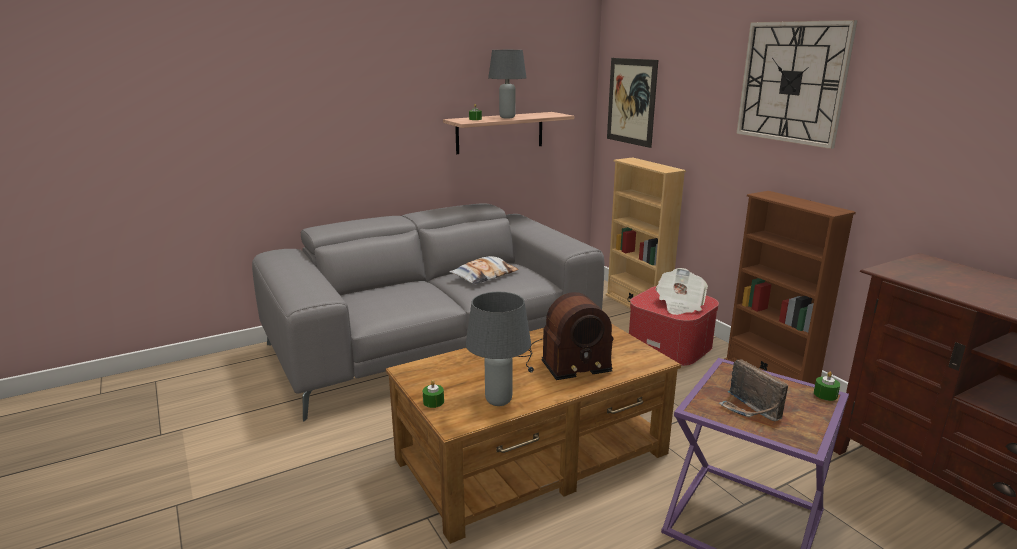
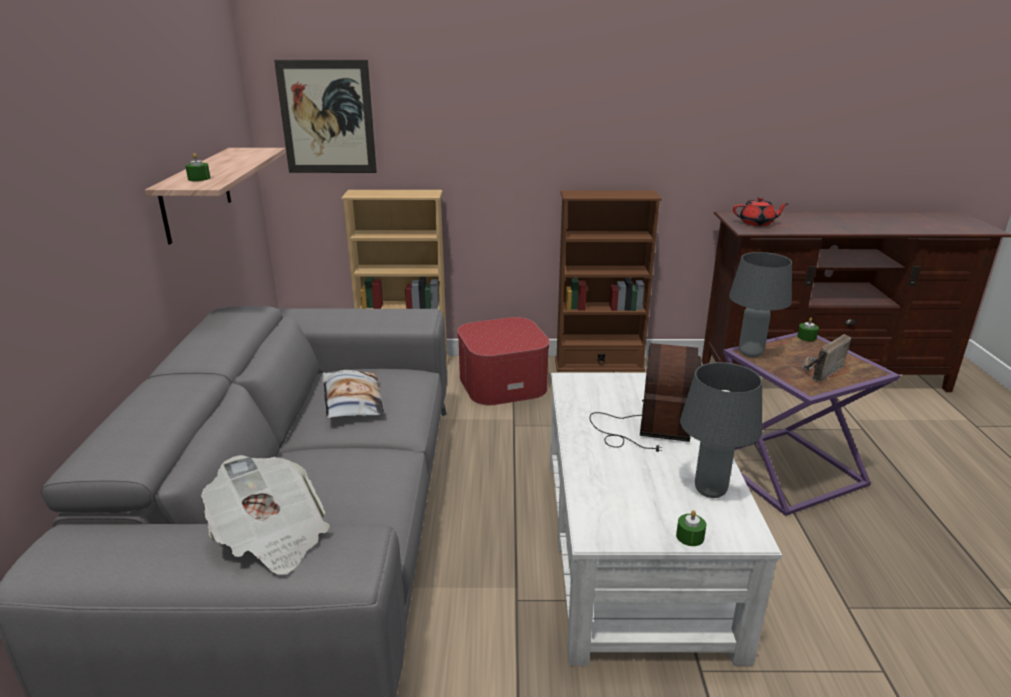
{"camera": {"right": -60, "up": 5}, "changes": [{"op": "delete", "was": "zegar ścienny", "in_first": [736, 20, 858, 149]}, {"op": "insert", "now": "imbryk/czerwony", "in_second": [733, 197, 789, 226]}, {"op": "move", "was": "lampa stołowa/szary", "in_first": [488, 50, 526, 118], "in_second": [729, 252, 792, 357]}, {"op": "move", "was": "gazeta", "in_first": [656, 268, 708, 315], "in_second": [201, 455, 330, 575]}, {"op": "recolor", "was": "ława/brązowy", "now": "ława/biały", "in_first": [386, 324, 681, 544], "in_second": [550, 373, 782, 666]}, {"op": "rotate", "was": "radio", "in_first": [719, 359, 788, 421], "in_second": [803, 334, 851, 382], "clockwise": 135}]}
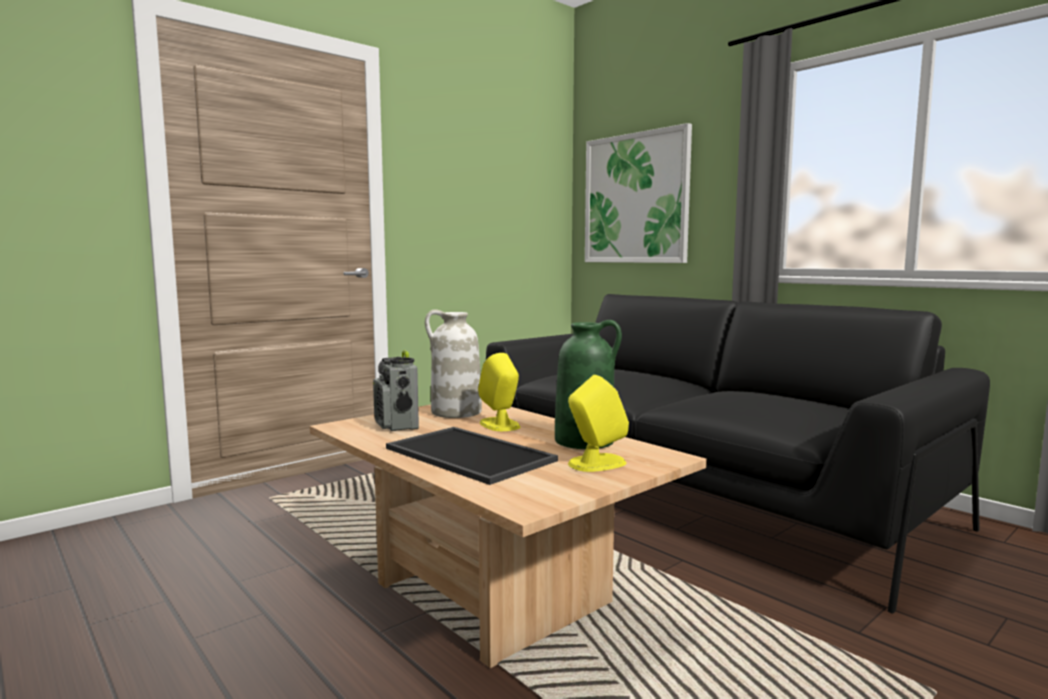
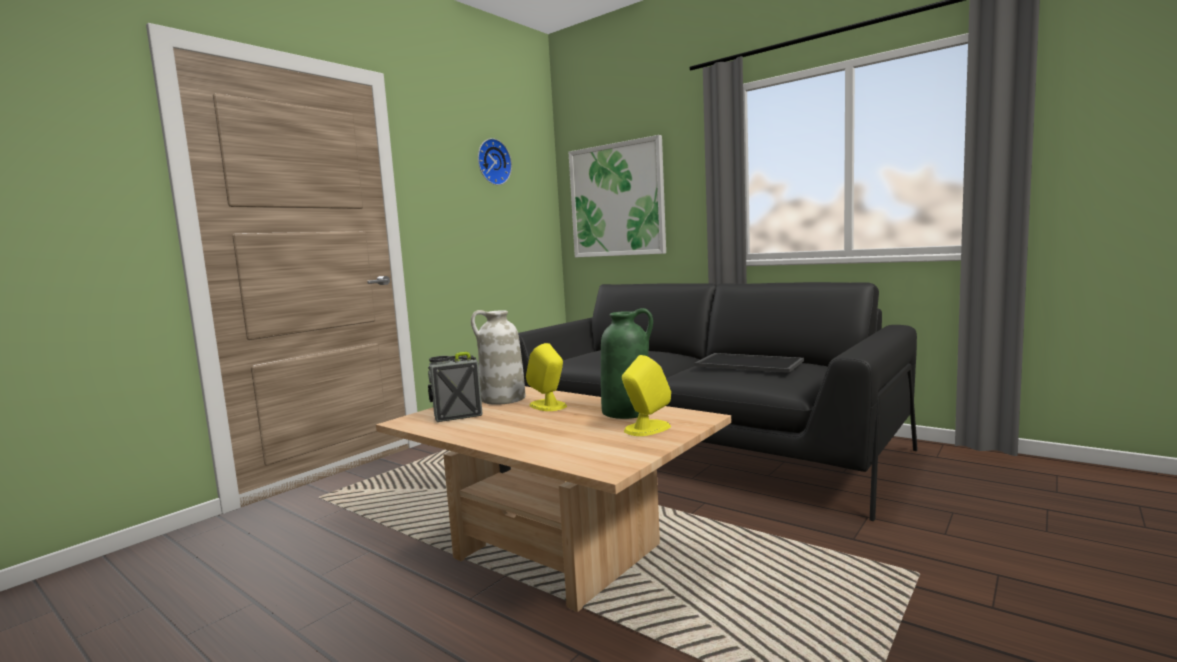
{"camera": {"right": -10, "up": 0}, "changes": [{"op": "insert", "now": "zegar ścienny", "in_second": [478, 138, 512, 185]}, {"op": "move", "was": "taca", "in_first": [386, 427, 558, 485], "in_second": [694, 353, 804, 373]}, {"op": "rotate", "was": "radio", "in_first": [373, 350, 419, 431], "in_second": [428, 352, 483, 422], "clockwise": 105}]}
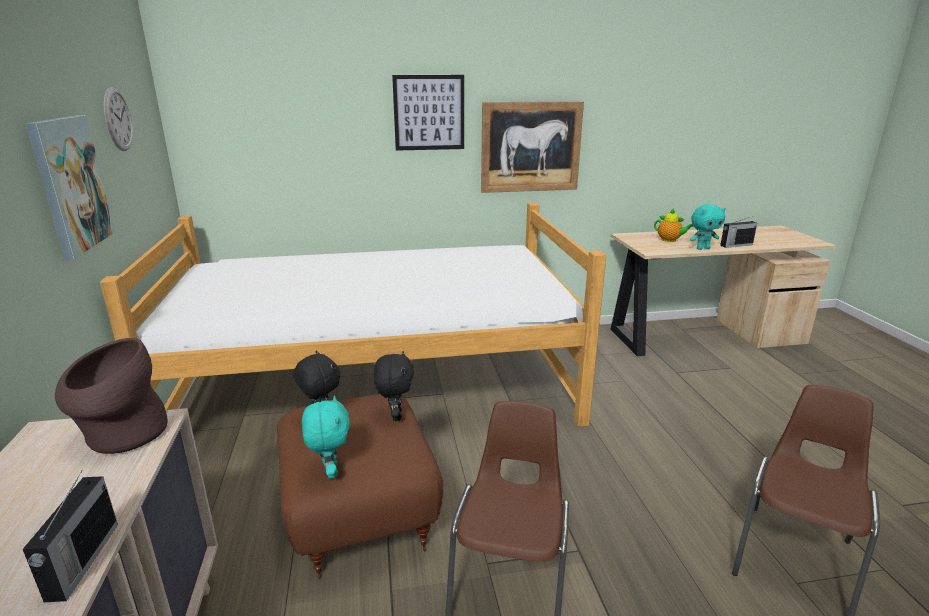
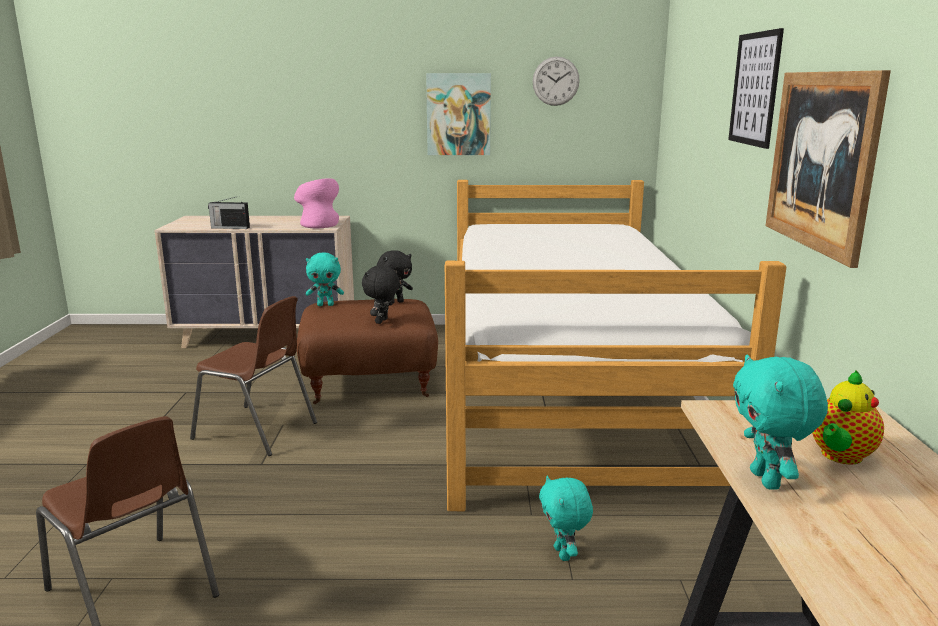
{"camera": {"right": 100, "up": -5}, "changes": [{"op": "delete", "was": "radio", "in_first": [720, 217, 757, 248]}, {"op": "insert", "now": "pluszak/turkusowy", "in_second": [539, 476, 593, 561]}, {"op": "recolor", "was": "wazon/brązowy", "now": "wazon/różowy", "in_first": [55, 338, 168, 454], "in_second": [294, 178, 339, 229]}, {"op": "rotate", "was": "pluszak/czarny", "in_first": [374, 351, 414, 421], "in_second": [362, 265, 400, 324], "clockwise": 105}]}
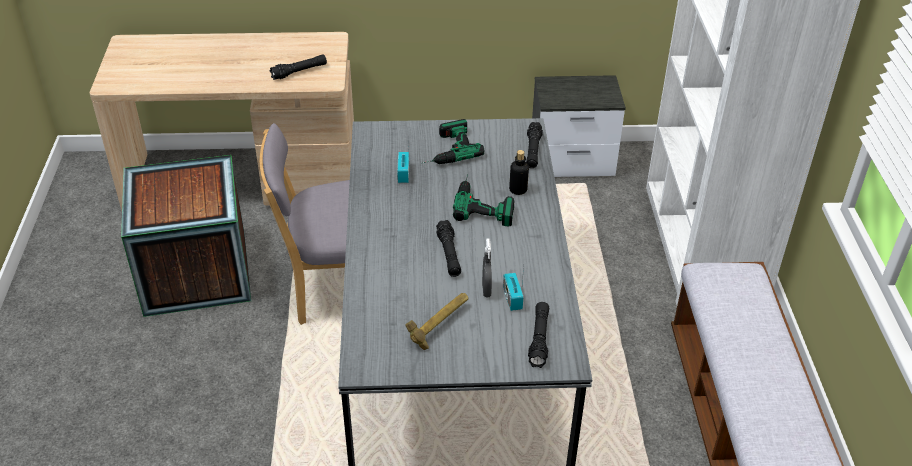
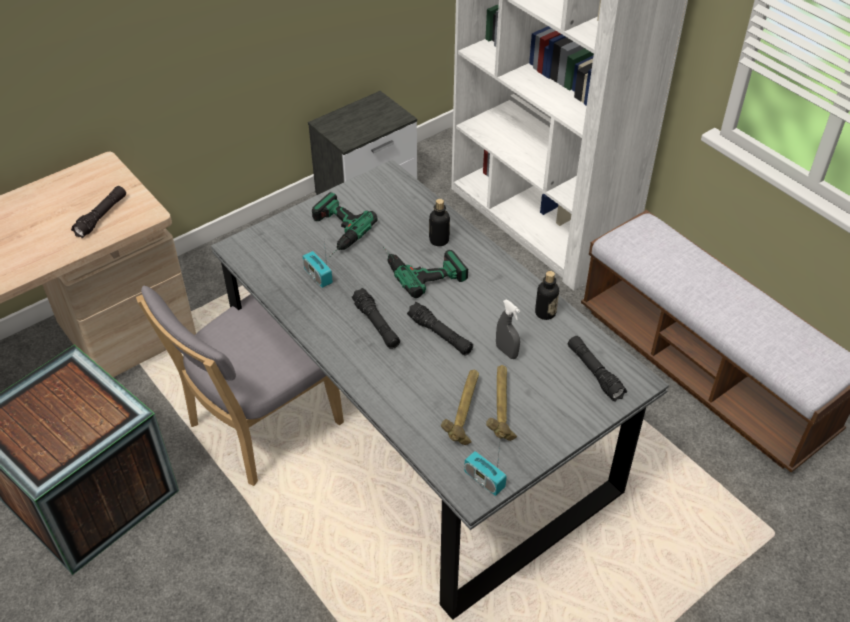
{"camera": {"right": -35, "up": 5}, "changes": [{"op": "insert", "now": "młotek", "in_second": [441, 370, 479, 445]}, {"op": "insert", "now": "butelka", "in_second": [535, 271, 559, 320]}, {"op": "move", "was": "radio", "in_first": [503, 266, 524, 311], "in_second": [464, 444, 507, 496]}, {"op": "move", "was": "latarka/czarny", "in_first": [526, 122, 543, 168], "in_second": [352, 288, 400, 349]}]}
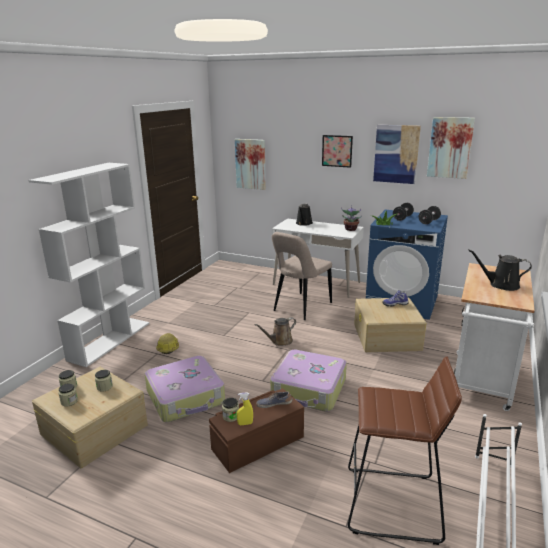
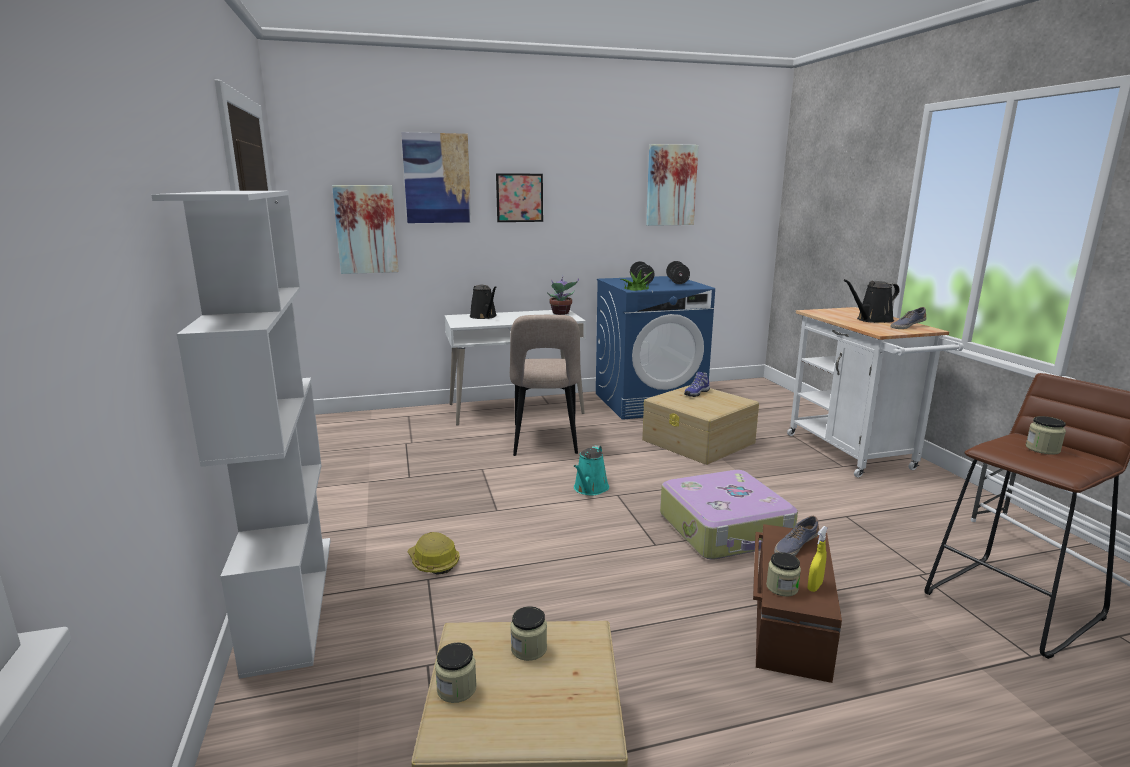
{"camera": {"right": -40, "up": -5}, "changes": [{"op": "delete", "was": "walizka", "in_first": [145, 356, 225, 422]}, {"op": "insert", "now": "but", "in_second": [890, 307, 926, 329]}, {"op": "move", "was": "słoik", "in_first": [58, 383, 78, 406], "in_second": [1026, 416, 1066, 455]}, {"op": "move", "was": "obraz", "in_first": [373, 125, 421, 184], "in_second": [401, 132, 471, 223]}, {"op": "recolor", "was": "konewka/brązowy", "now": "konewka/turkusowy", "in_first": [254, 317, 296, 346], "in_second": [574, 445, 609, 495]}]}
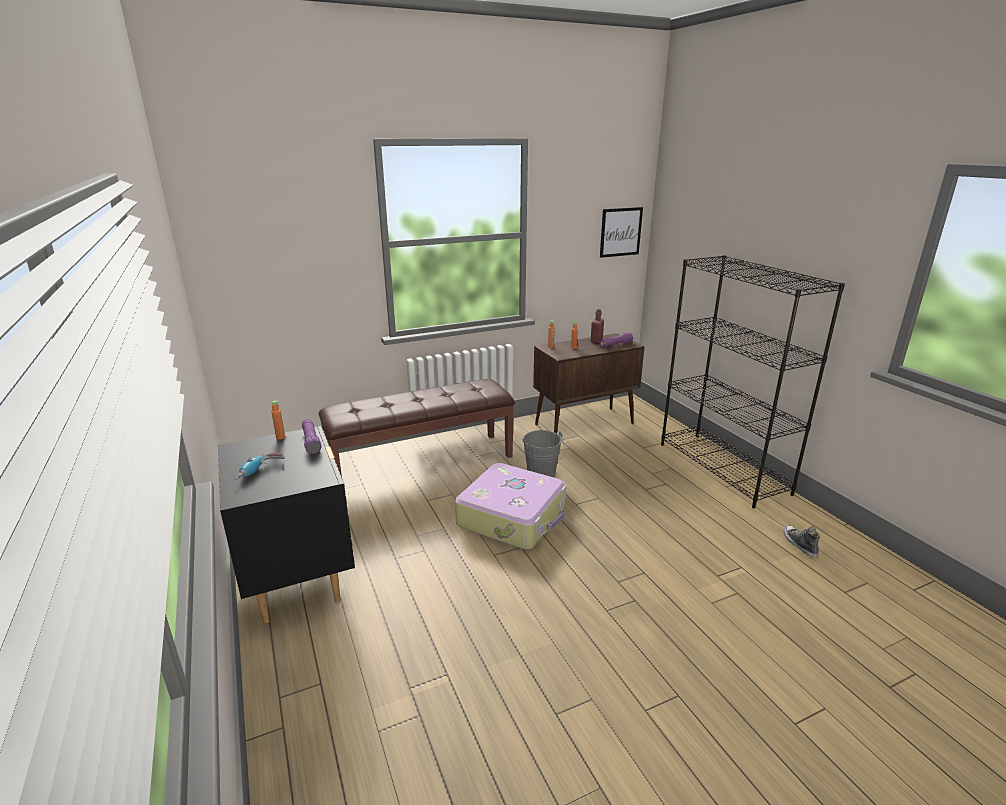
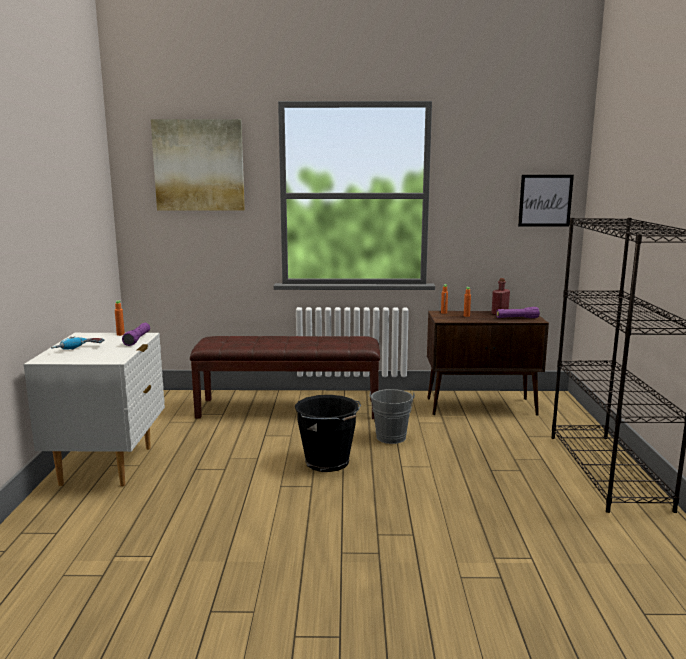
{"camera": {"right": 25, "up": -10}, "changes": [{"op": "delete", "was": "but", "in_first": [784, 525, 820, 557]}, {"op": "insert", "now": "obraz", "in_second": [151, 119, 245, 211]}, {"op": "replace", "was": "walizka", "now": "wiadro/czarny", "in_first": [455, 463, 566, 549], "in_second": [295, 395, 361, 472]}, {"op": "recolor", "was": "szafka nocna/czarny", "now": "szafka nocna/biały", "in_first": [218, 426, 355, 623], "in_second": [24, 333, 165, 486]}]}
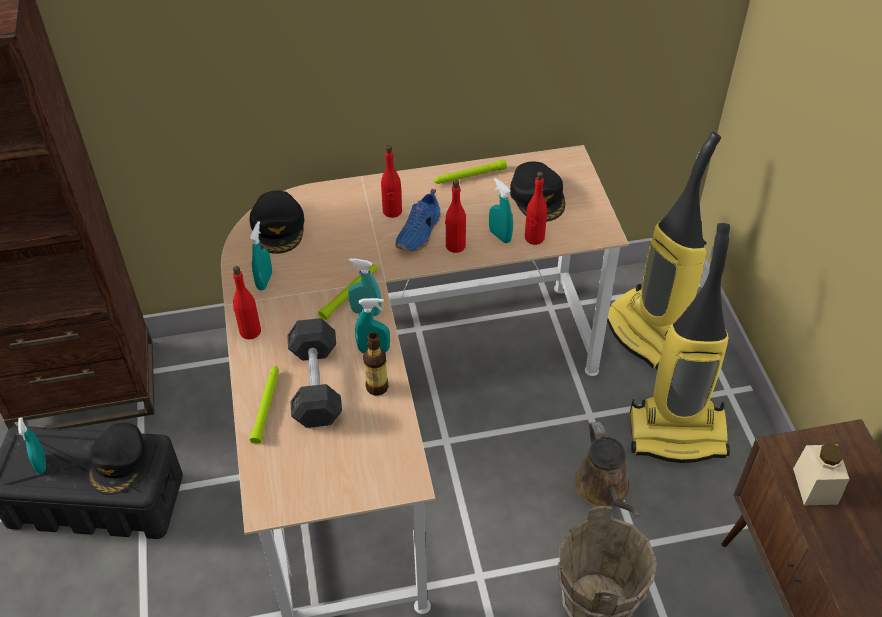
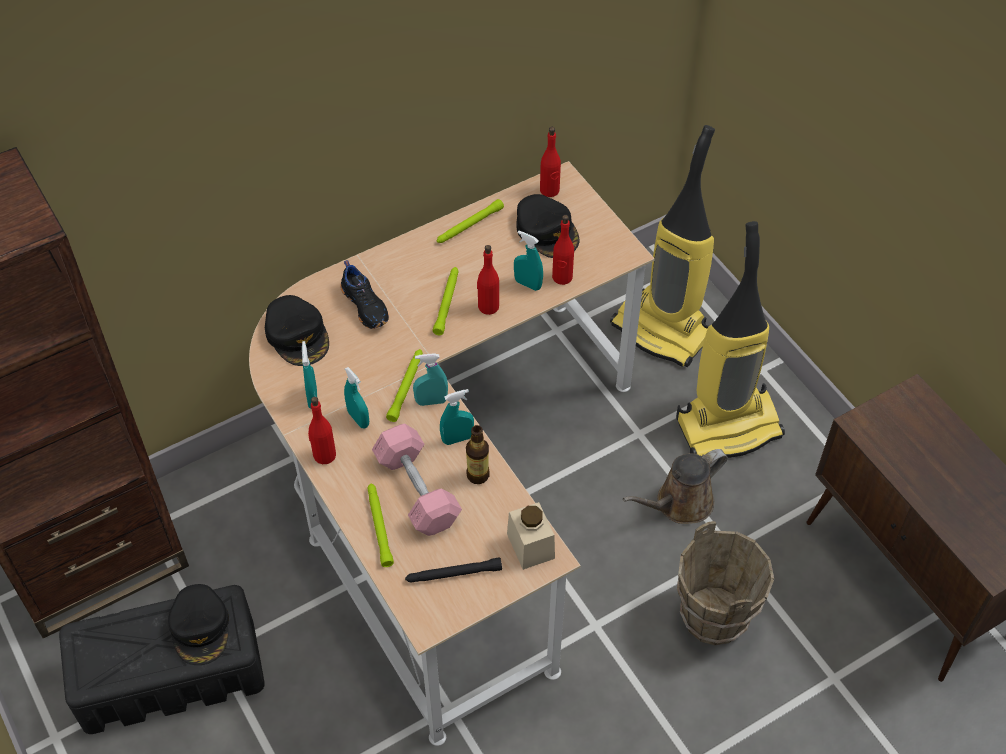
{"camera": {"right": -20, "up": 5}, "changes": [{"op": "insert", "now": "but/czarny", "in_second": [340, 260, 389, 329]}, {"op": "insert", "now": "latarka/czarny", "in_second": [405, 558, 502, 583]}, {"op": "move", "was": "spryskiwacz/turkusowy", "in_first": [18, 417, 46, 474], "in_second": [344, 367, 369, 429]}, {"op": "move", "was": "butelka/czerwony", "in_first": [381, 145, 402, 218], "in_second": [540, 127, 561, 197]}, {"op": "move", "was": "słoik/beżowy", "in_first": [793, 443, 849, 505], "in_second": [507, 502, 555, 570]}, {"op": "replace", "was": "but/niebieski", "now": "latarka/zielony", "in_first": [395, 188, 441, 251], "in_second": [433, 267, 459, 335]}, {"op": "recolor", "was": "hantel/szary", "now": "hantel/różowy", "in_first": [287, 318, 342, 428], "in_second": [372, 423, 462, 536]}, {"op": "rotate", "was": "konewka/brązowy", "in_first": [574, 421, 639, 517], "in_second": [623, 449, 728, 524], "clockwise": 90}]}
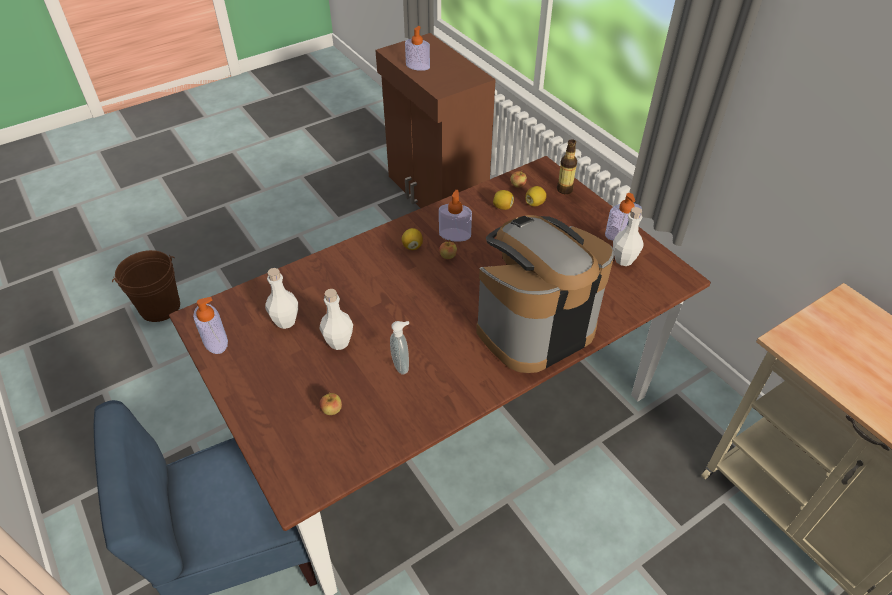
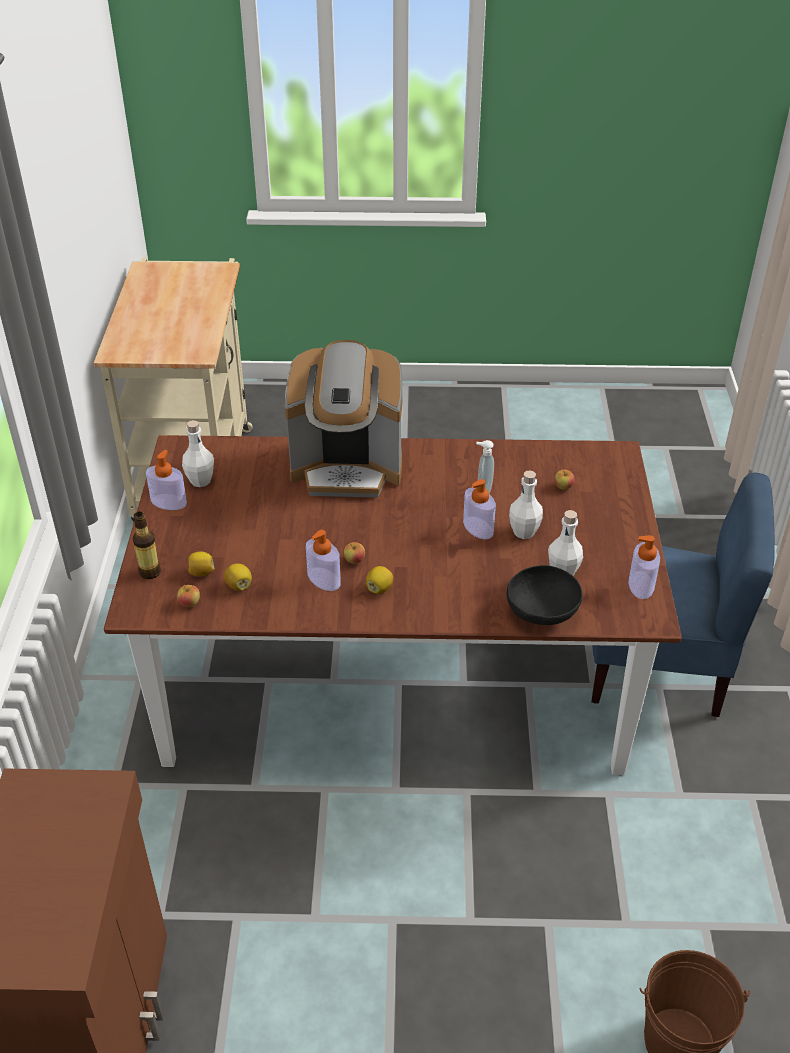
{"camera": {"right": -145, "up": -5}, "changes": [{"op": "insert", "now": "miska/czarny", "in_second": [507, 565, 583, 625]}, {"op": "move", "was": "dozownik mydła", "in_first": [405, 26, 430, 71], "in_second": [463, 479, 496, 539]}]}
